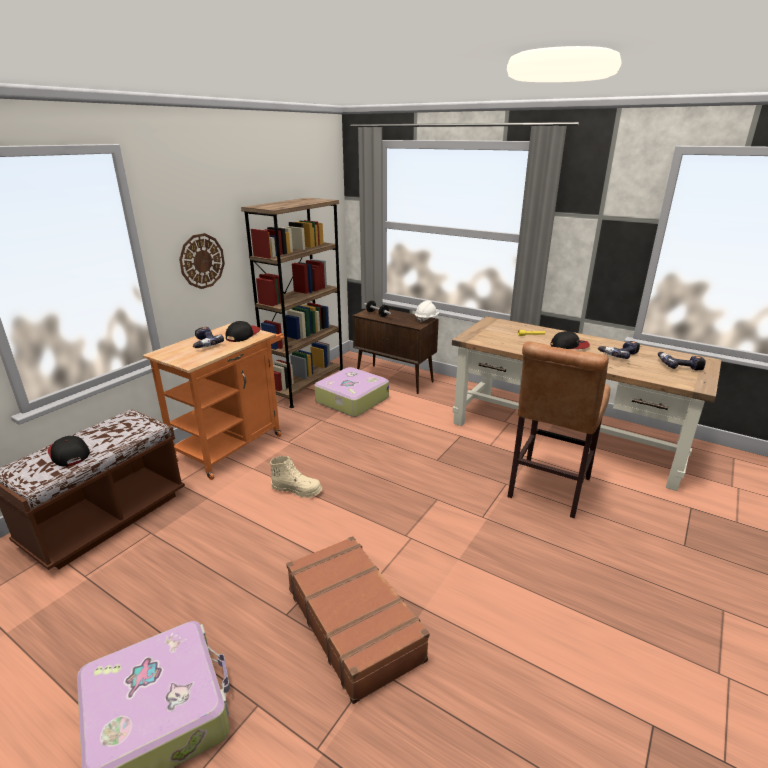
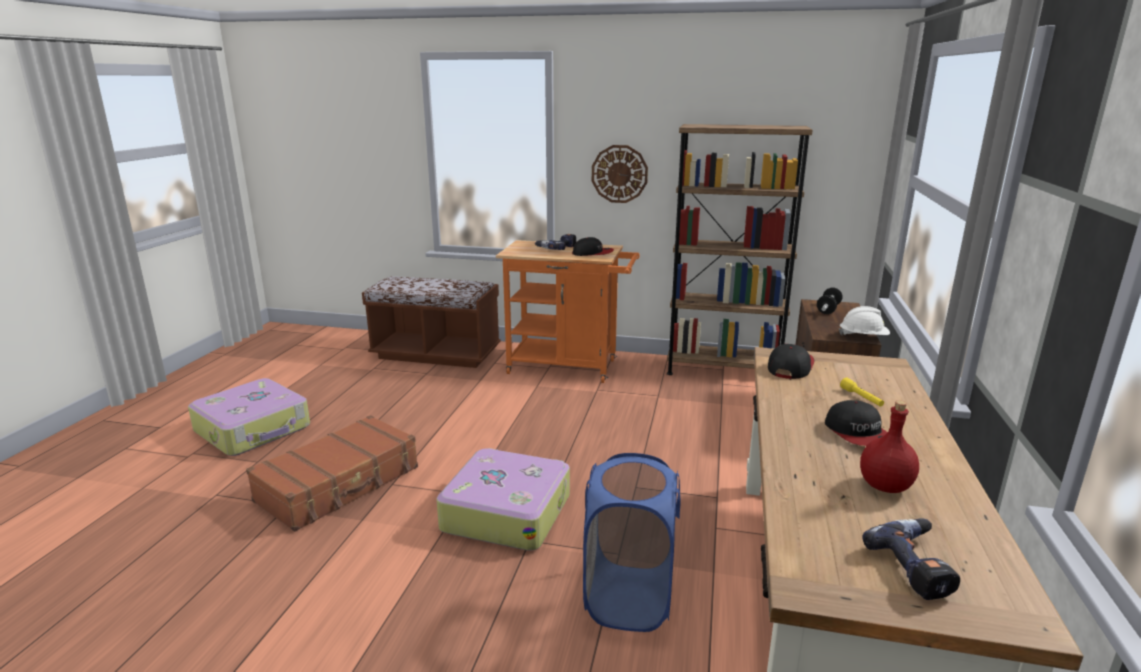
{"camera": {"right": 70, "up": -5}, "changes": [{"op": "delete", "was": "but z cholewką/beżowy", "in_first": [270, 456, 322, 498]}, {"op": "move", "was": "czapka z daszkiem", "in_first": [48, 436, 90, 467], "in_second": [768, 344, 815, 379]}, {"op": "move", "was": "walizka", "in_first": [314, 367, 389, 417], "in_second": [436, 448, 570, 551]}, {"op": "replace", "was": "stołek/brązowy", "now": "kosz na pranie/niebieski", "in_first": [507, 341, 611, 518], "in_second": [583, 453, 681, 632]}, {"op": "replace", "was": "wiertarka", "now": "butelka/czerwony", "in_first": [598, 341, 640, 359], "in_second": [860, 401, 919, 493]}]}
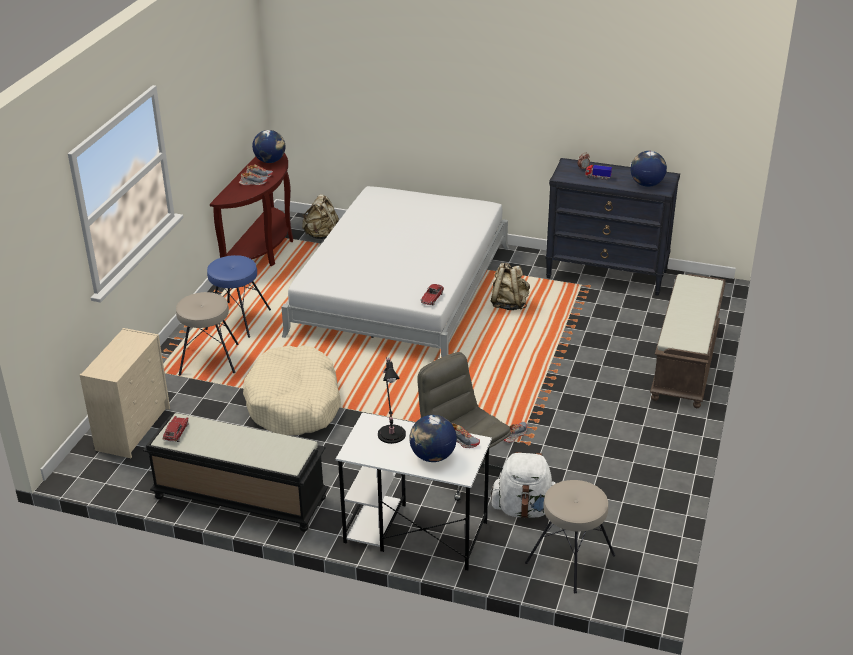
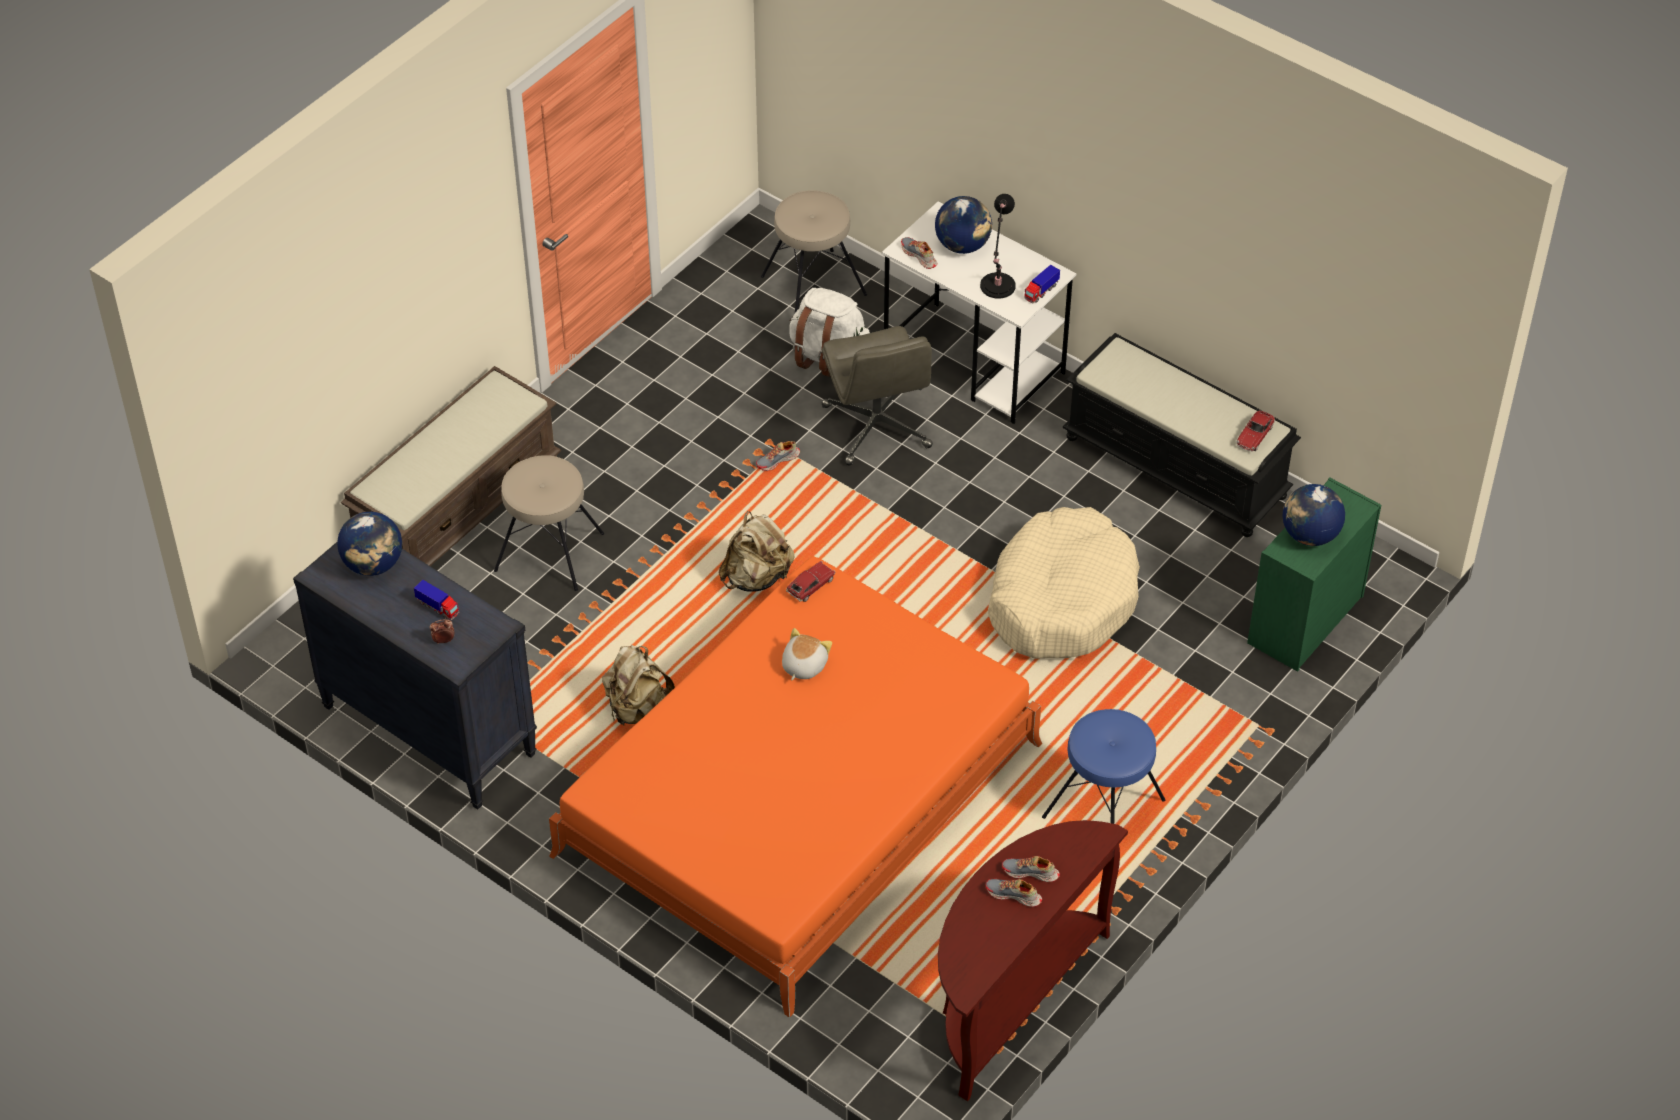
{"camera": {"right": -160, "up": 15}, "changes": [{"op": "insert", "now": "pluszak", "in_second": [782, 628, 832, 680]}, {"op": "insert", "now": "ciężarówka zabawkowa", "in_second": [1024, 264, 1060, 303]}, {"op": "move", "was": "stołek/beżowy", "in_first": [176, 292, 239, 376], "in_second": [494, 455, 604, 591]}, {"op": "move", "was": "globus", "in_first": [252, 130, 285, 163], "in_second": [1283, 484, 1345, 546]}, {"op": "move", "was": "plecak/beżowy", "in_first": [302, 194, 339, 240], "in_second": [719, 511, 795, 592]}, {"op": "recolor", "was": "komoda/beżowy", "now": "komoda/zielony", "in_first": [80, 328, 170, 458], "in_second": [1247, 477, 1381, 672]}, {"op": "recolor", "was": "łóżko/biały", "now": "łóżko/pomarańczowy", "in_first": [281, 186, 509, 358], "in_second": [549, 556, 1042, 1018]}]}
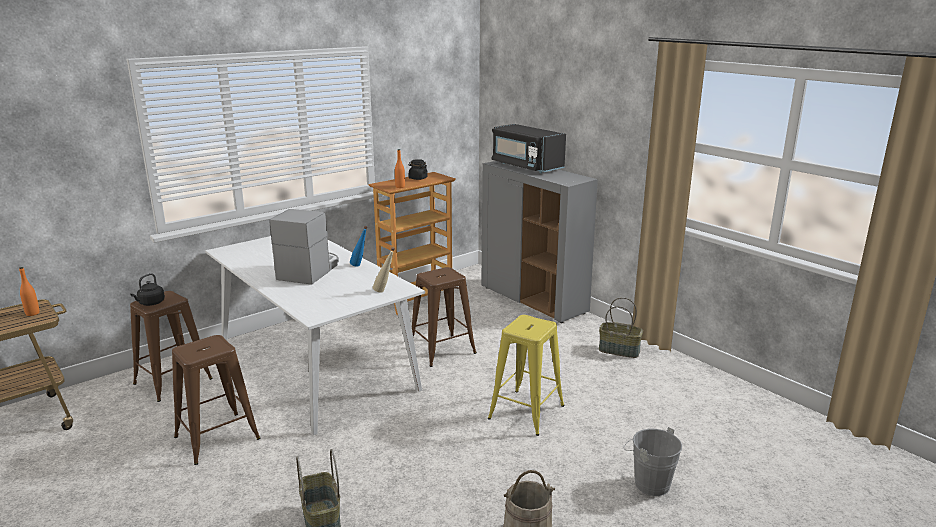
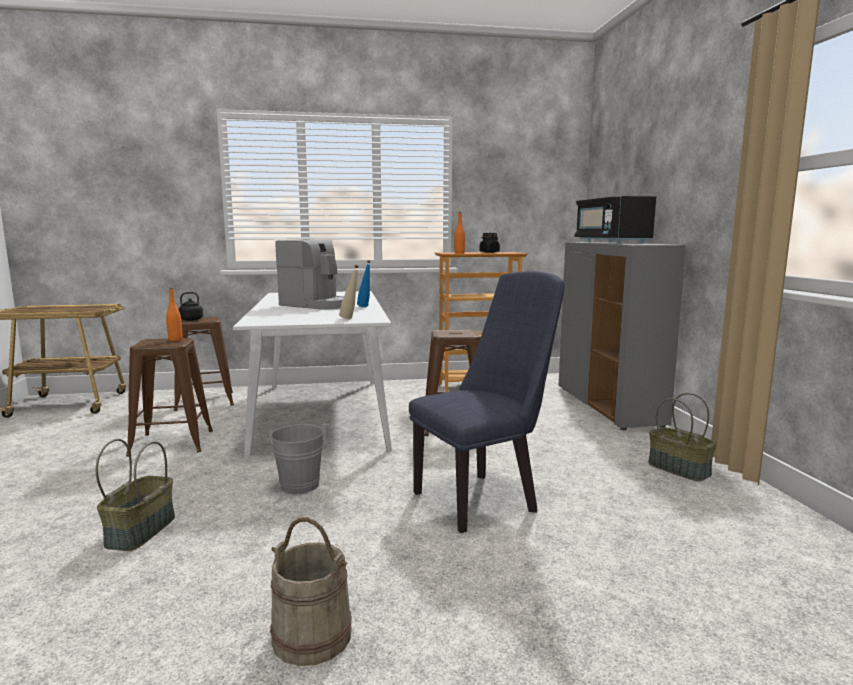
{"camera": {"right": 30, "up": -10}, "changes": [{"op": "move", "was": "butelka/pomarańczowy", "in_first": [19, 267, 40, 316], "in_second": [166, 288, 182, 341]}, {"op": "move", "was": "wiadro/szary", "in_first": [624, 427, 682, 496], "in_second": [268, 424, 326, 494]}, {"op": "replace", "was": "stołek/żółty", "now": "krzesło/niebieski", "in_first": [488, 315, 565, 436], "in_second": [409, 271, 564, 533]}, {"op": "rotate", "was": "ekspres do kawy", "in_first": [269, 209, 339, 285], "in_second": [275, 240, 344, 310], "clockwise": 75}]}
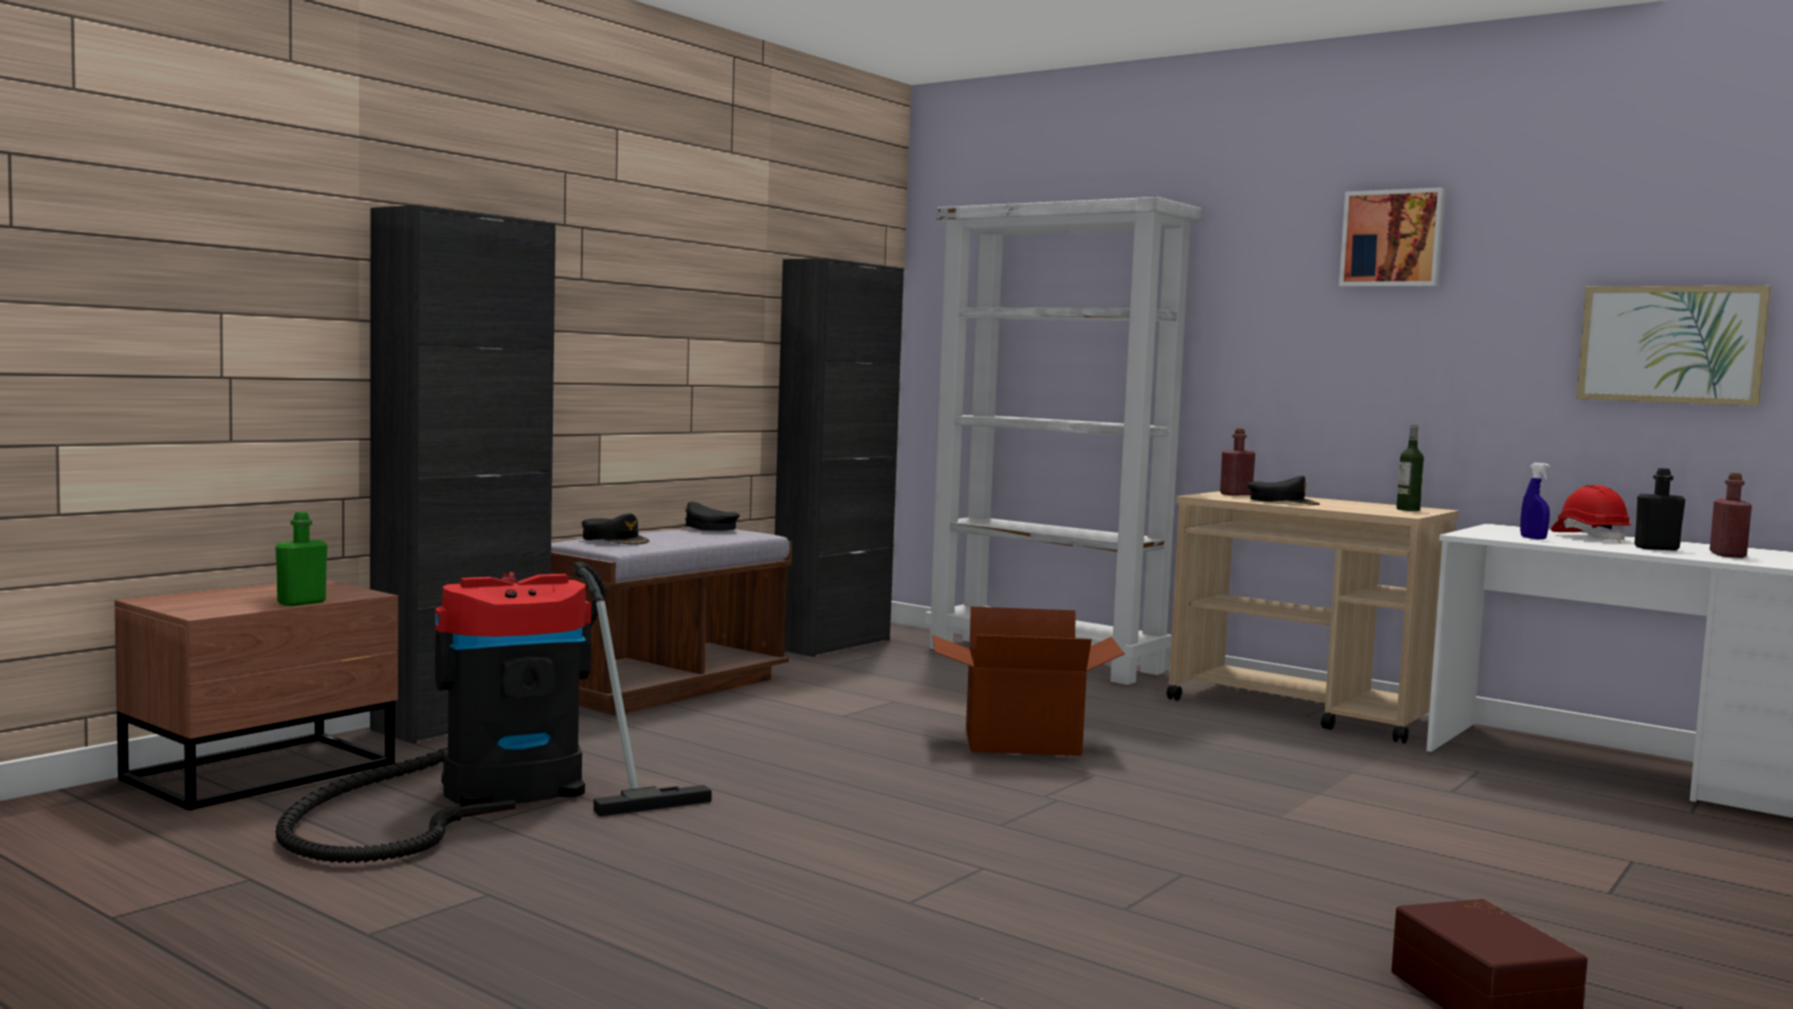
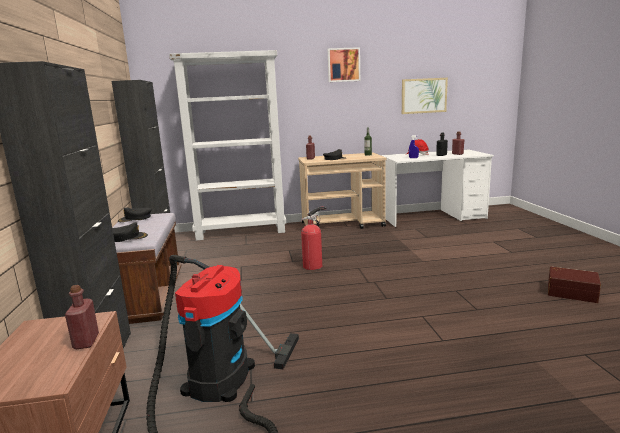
{"camera": {"right": -45, "up": 10}, "changes": [{"op": "replace", "was": "karton", "now": "gaśnica", "in_first": [933, 607, 1125, 756], "in_second": [301, 206, 326, 270]}, {"op": "recolor", "was": "butelka/zielony", "now": "butelka/czerwony", "in_first": [275, 512, 327, 606], "in_second": [65, 285, 99, 349]}]}
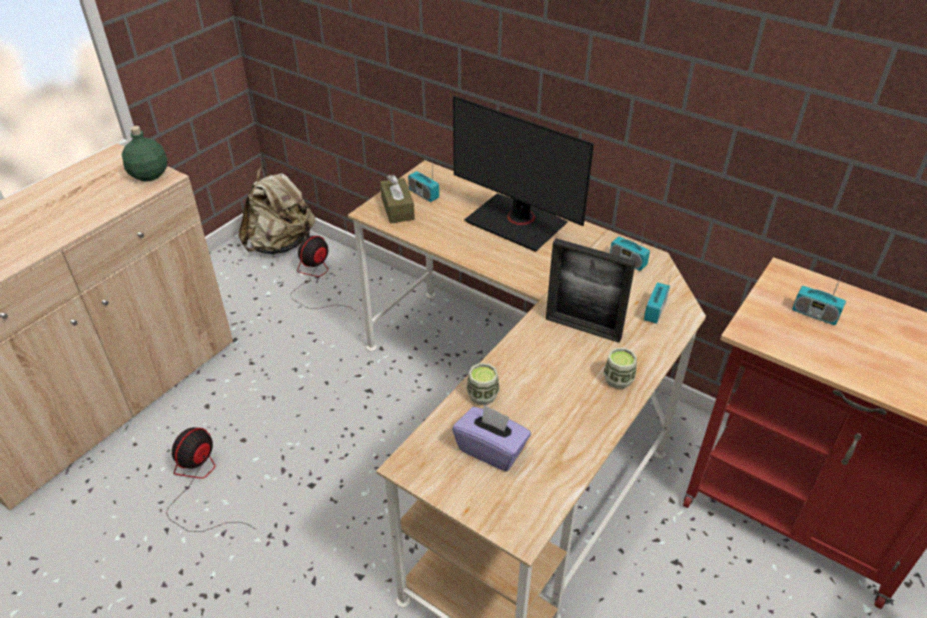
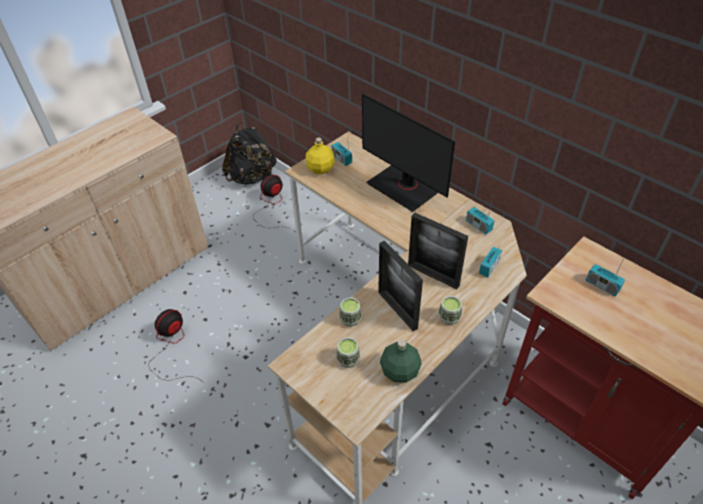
{"camera": {"right": 10, "up": 5}, "changes": [{"op": "insert", "now": "ramka na zdjęcie", "in_second": [378, 241, 423, 331]}, {"op": "move", "was": "butelka/zielony", "in_first": [122, 126, 167, 181], "in_second": [380, 339, 421, 383]}, {"op": "replace", "was": "pudełko chusteczek/brązowy", "now": "butelka/żółty", "in_first": [380, 174, 415, 224], "in_second": [306, 137, 335, 174]}, {"op": "replace", "was": "pudełko chusteczek/fioletowy", "now": "filiżanka", "in_first": [453, 404, 531, 471], "in_second": [336, 337, 360, 368]}, {"op": "recolor", "was": "plecak/beżowy", "now": "plecak/czarny", "in_first": [239, 167, 315, 254], "in_second": [222, 122, 277, 185]}]}
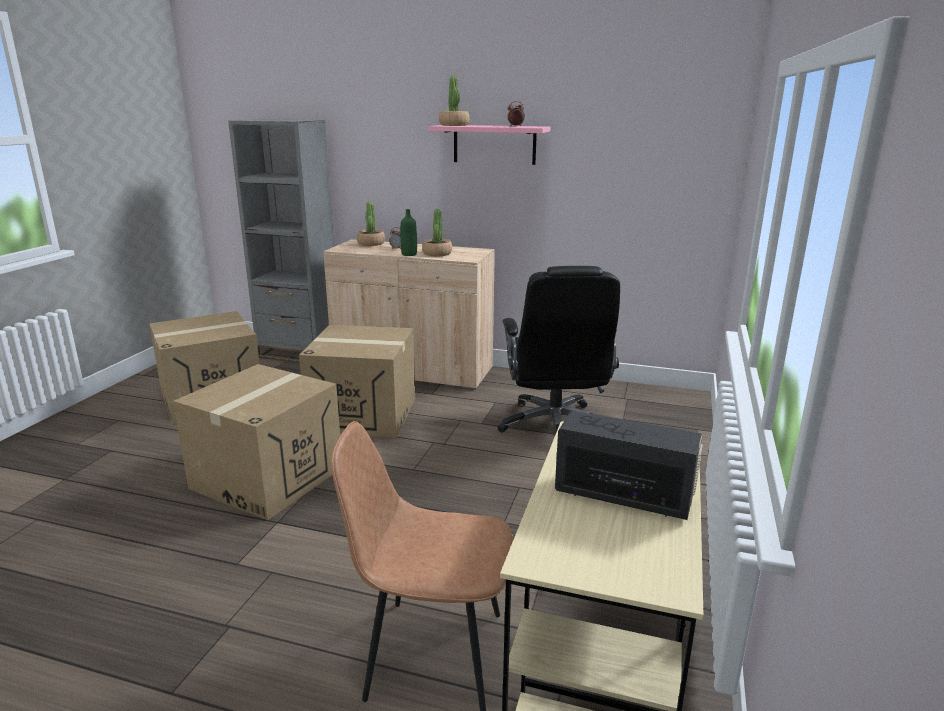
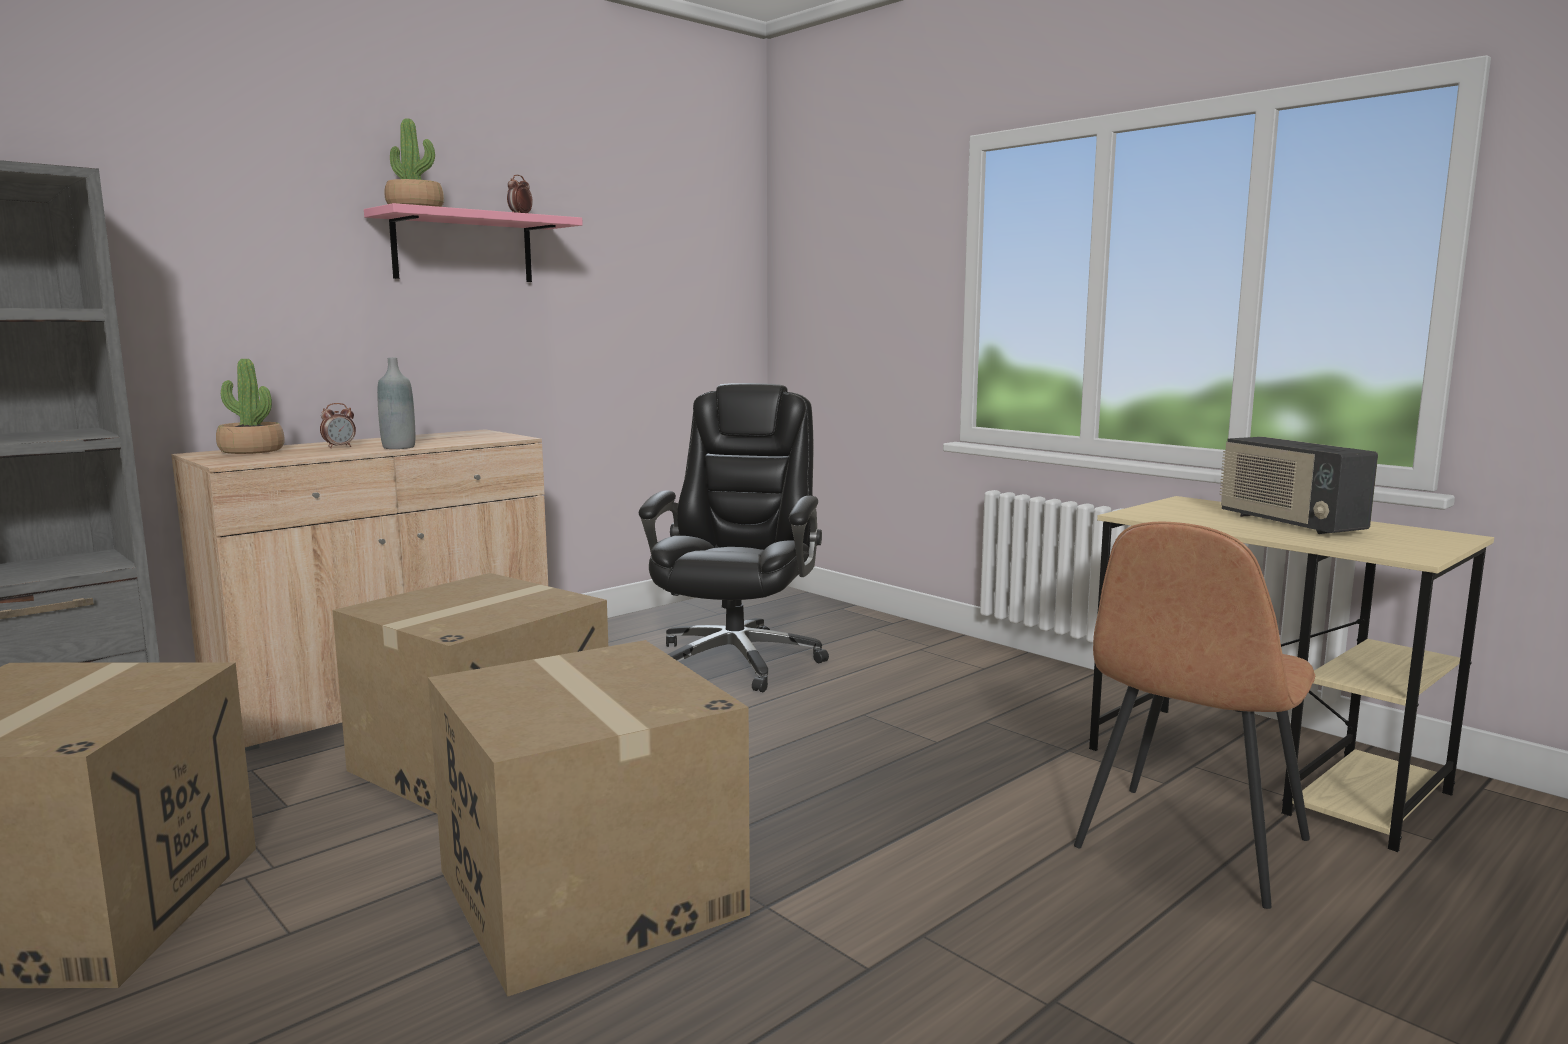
{"camera": {"right": -60, "up": -10}, "changes": [{"op": "delete", "was": "roślina doniczkowa", "in_first": [422, 209, 452, 256]}, {"op": "recolor", "was": "butelka/zielony", "now": "butelka/szary", "in_first": [400, 209, 417, 256], "in_second": [377, 358, 415, 449]}, {"op": "rotate", "was": "krzesło biurowe/czarny", "in_first": [497, 266, 620, 433], "in_second": [639, 383, 829, 692], "clockwise": -105}, {"op": "rotate", "was": "radio", "in_first": [555, 410, 703, 520], "in_second": [1220, 437, 1378, 534], "clockwise": -75}]}
